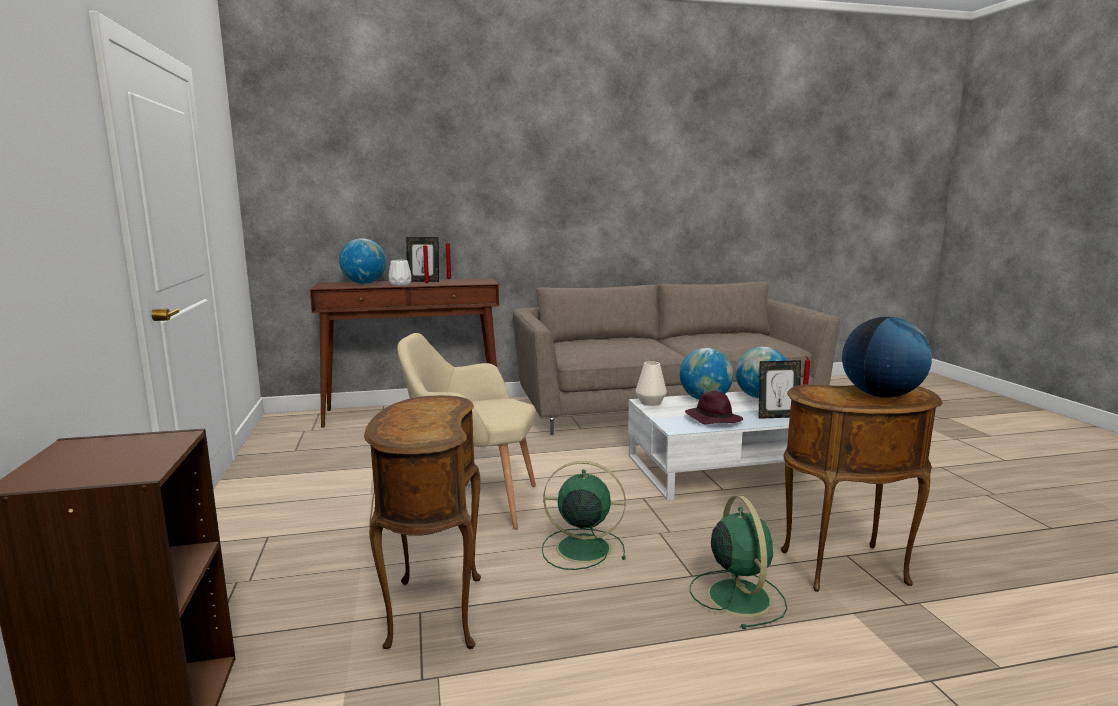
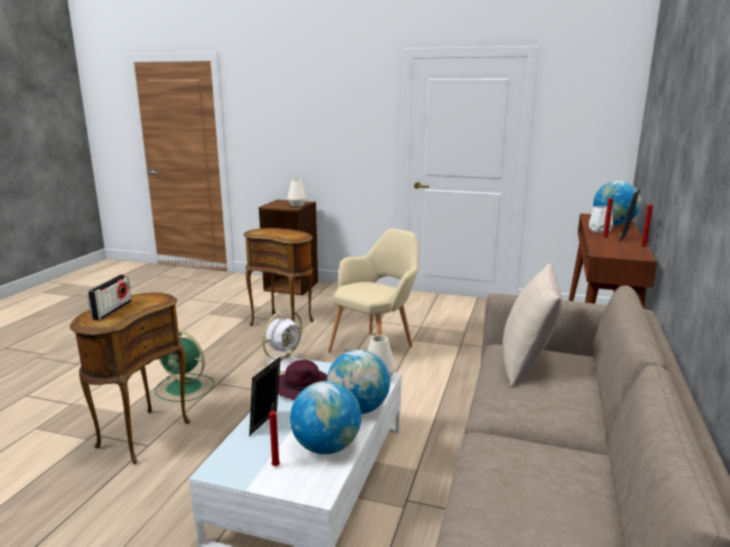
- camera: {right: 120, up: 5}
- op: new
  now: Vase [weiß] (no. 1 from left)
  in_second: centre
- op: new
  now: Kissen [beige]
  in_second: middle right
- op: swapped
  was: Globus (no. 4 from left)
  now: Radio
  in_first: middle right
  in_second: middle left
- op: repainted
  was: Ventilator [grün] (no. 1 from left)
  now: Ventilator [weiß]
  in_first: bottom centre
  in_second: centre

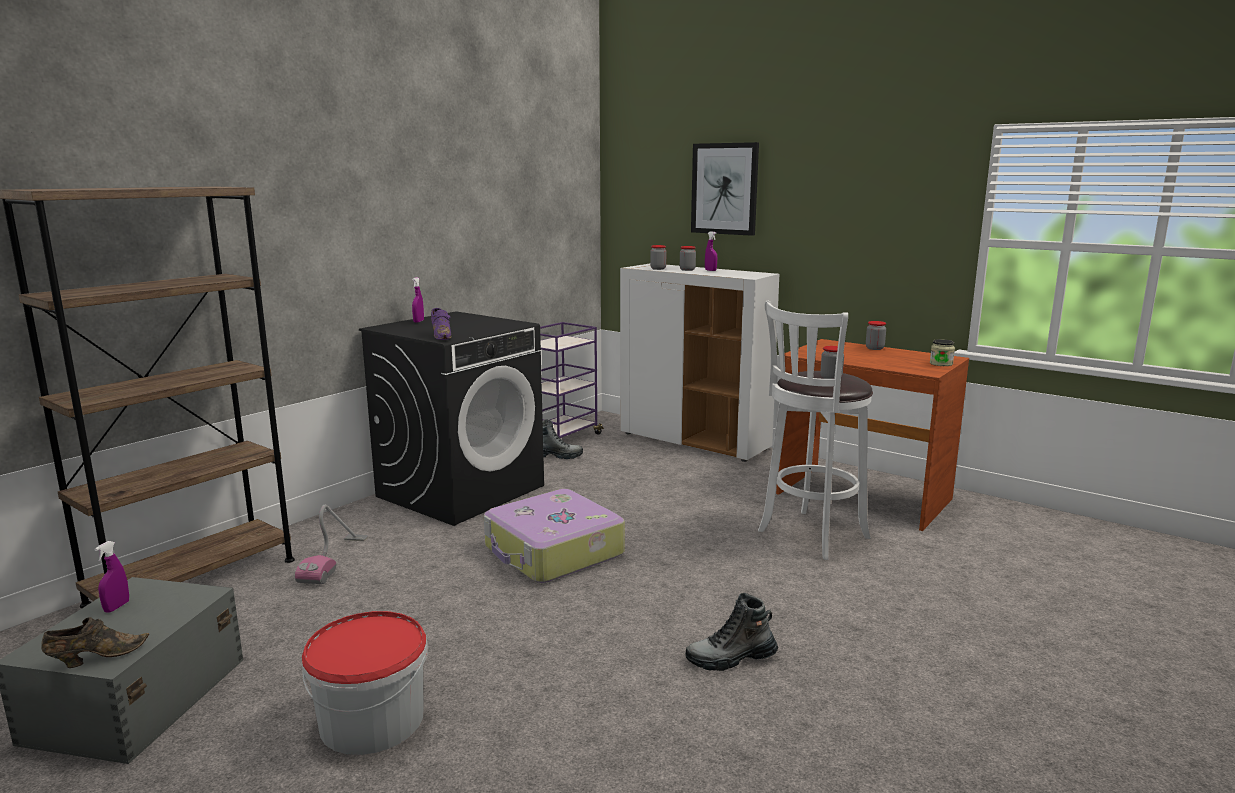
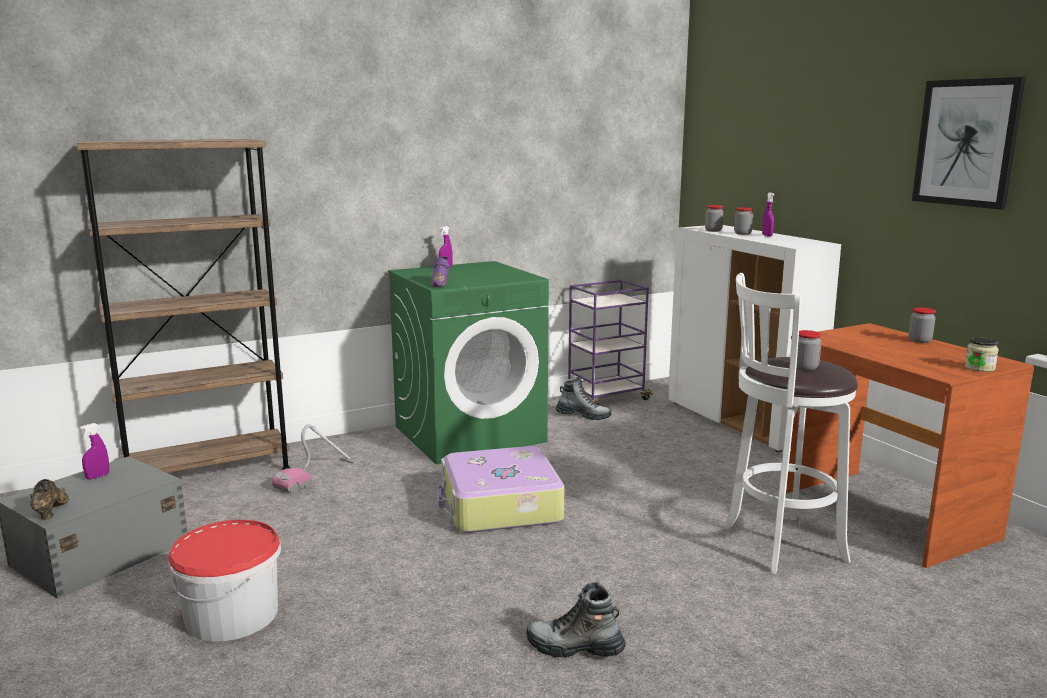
- camera: {right: 25, up: 0}
- op: shifted
  was: Bild
  in_first: top centre
  in_second: top right
- op: repainted
  was: Waschmaschine [schwarz]
  now: Waschmaschine [grün]
  in_first: centre
  in_second: centre
- op: rotated
  was: Schuh [braun]
  in_first: bottom left
  in_second: bottom left
  clockwise: -90

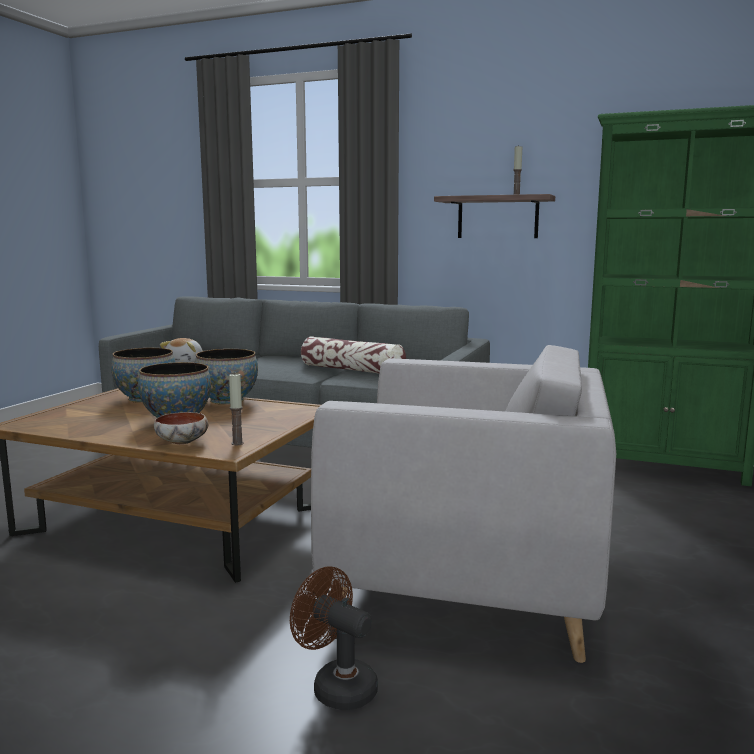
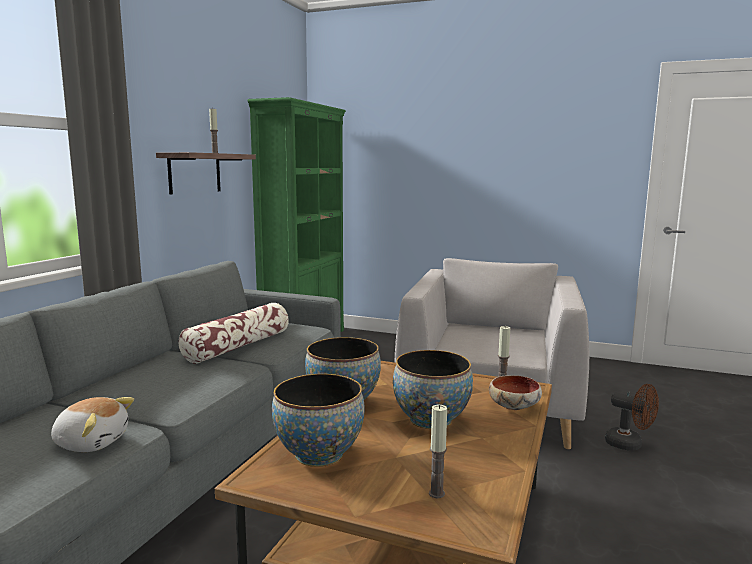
- camera: {right: -90, up: 0}
- op: new
  now: Kerze (no. 2 from left)
  in_second: bottom centre
- op: rotated
  was: Ventilator [braun]
  in_first: bottom centre
  in_second: bottom right
  clockwise: -90

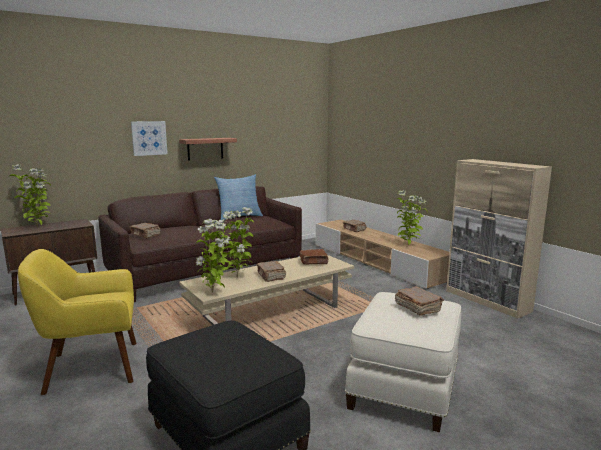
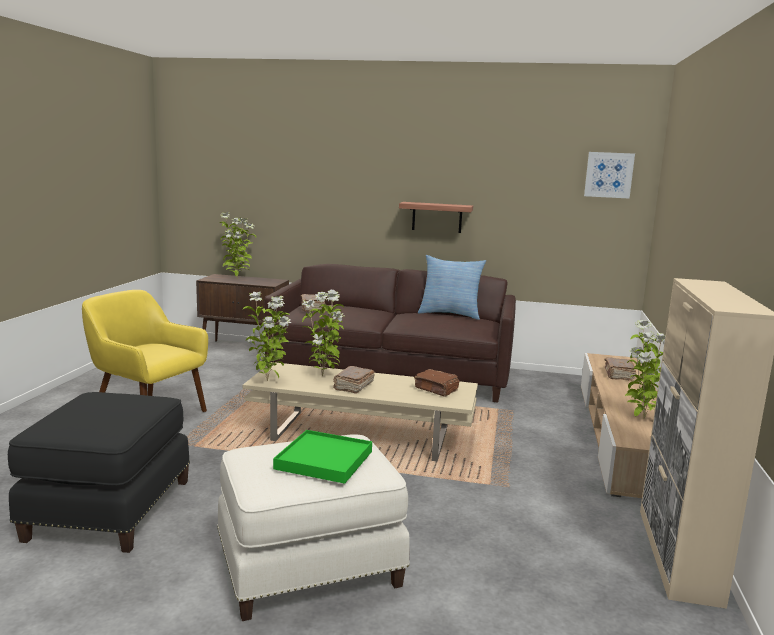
- camera: {right: 45, up: 0}
- op: shifted
  was: Bild
  in_first: top left
  in_second: top right
- op: swapped
  was: Buch [braun] (no. 5 from left)
  now: Tablett [grün]
  in_first: bottom right
  in_second: bottom centre

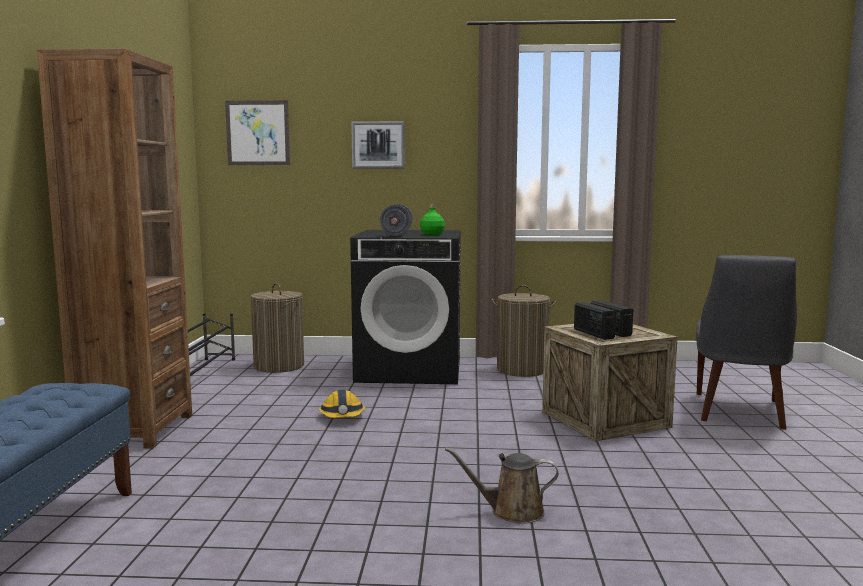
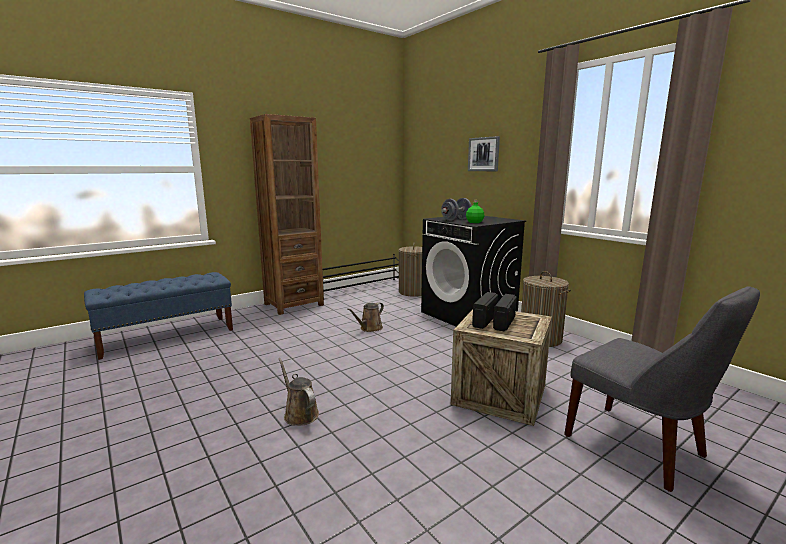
- camera: {right: 50, up: 5}
- op: gone
  was: Bild (no. 1 from left)
  in_first: top left
- op: swapped
  was: Schutzhelm
  now: Gießkanne [braun] (no. 2 from left)
  in_first: bottom centre
  in_second: centre
- op: rotated
  was: Stuhl [grau]
  in_first: middle right
  in_second: bottom right
  clockwise: -105

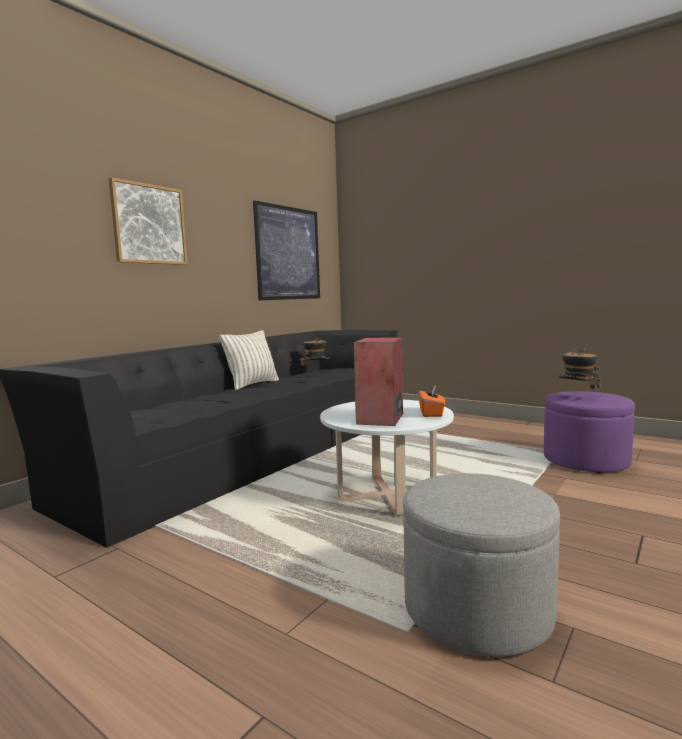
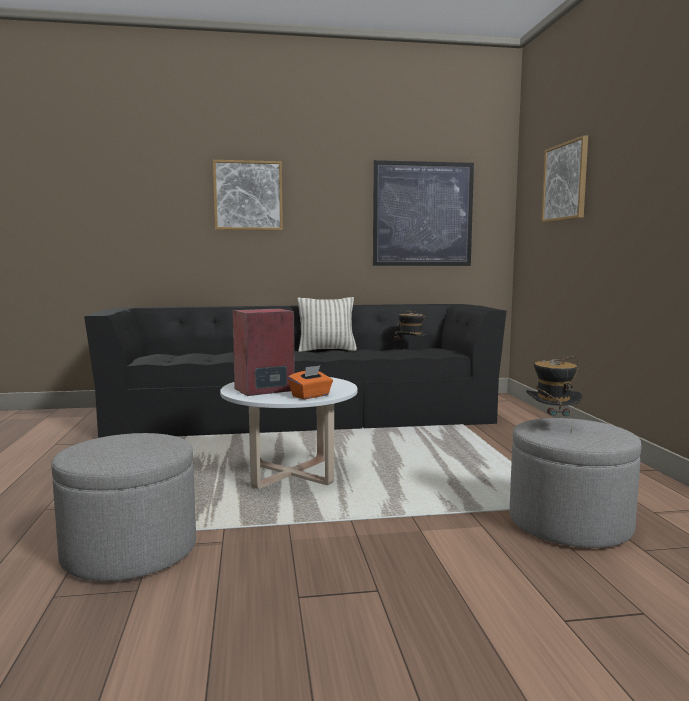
- camera: {right: 45, up: 0}
- op: new
  now: Bild (no. 3 from left)
  in_second: top right
- op: repainted
  was: Polsterhocker [lila]
  now: Polsterhocker [grau] (no. 2 from left)
  in_first: middle right
  in_second: bottom right

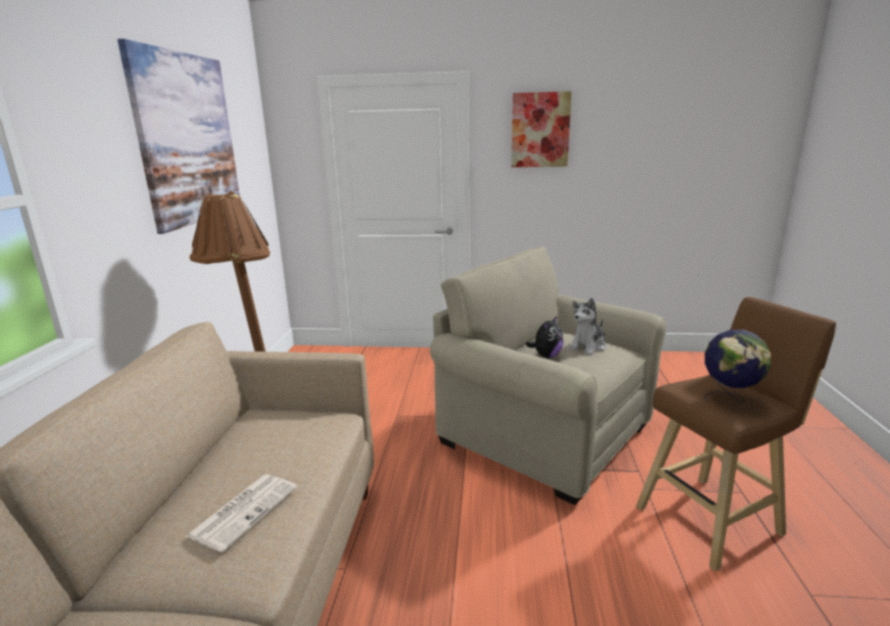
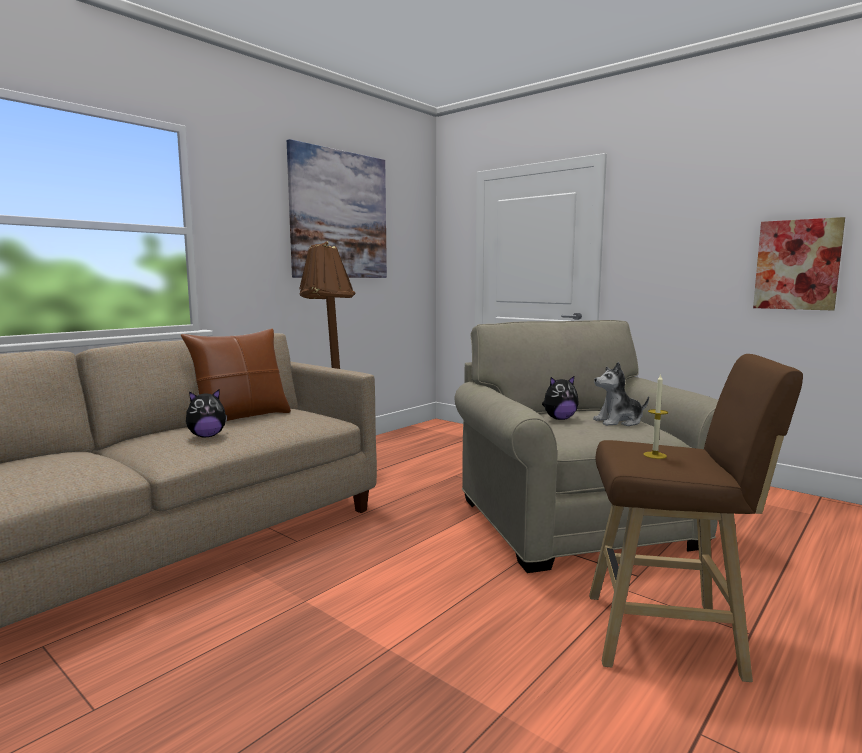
- camera: {right: 35, up: -10}
- op: new
  now: Kissen [braun]
  in_second: middle left
- op: shifted
  was: Bild (no. 2 from left)
  in_first: top centre
  in_second: middle right
- op: swapped
  was: Zeitung
  now: Plüschtier (no. 1 from left)
  in_first: bottom left
  in_second: middle left
- op: swapped
  was: Globus
  now: Kerze
  in_first: middle right
  in_second: middle right

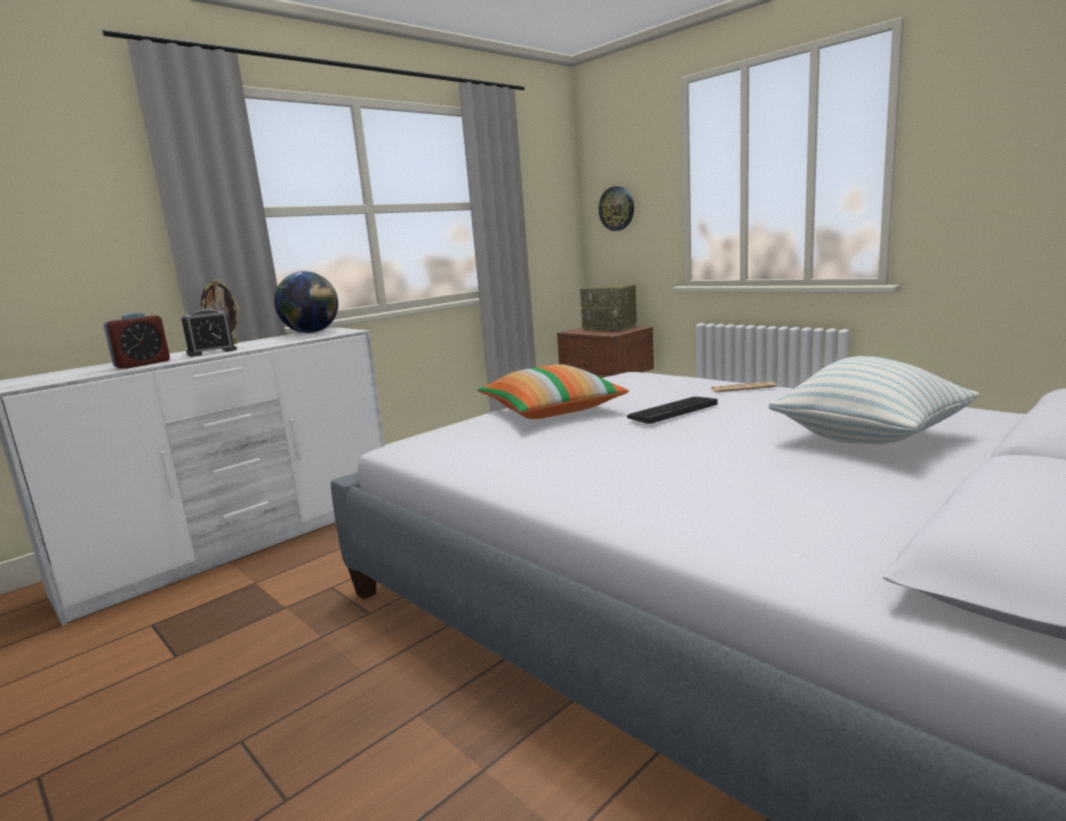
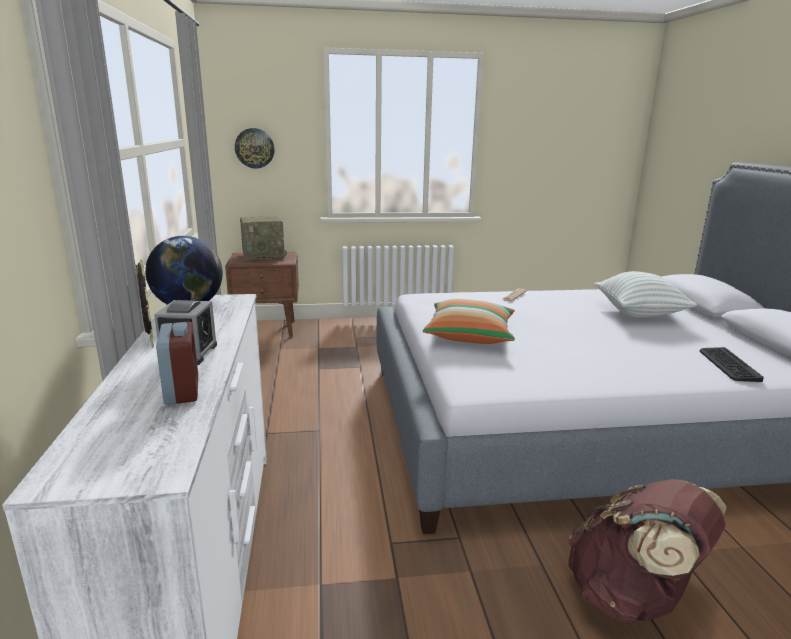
- camera: {right: -55, up: 5}
- op: new
  now: Rucksack [braun]
  in_second: bottom right
- op: shifted
  was: Tastatur
  in_first: centre
  in_second: middle right

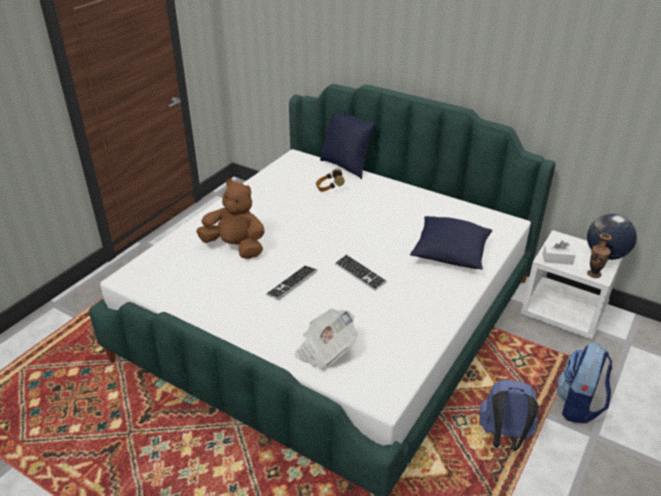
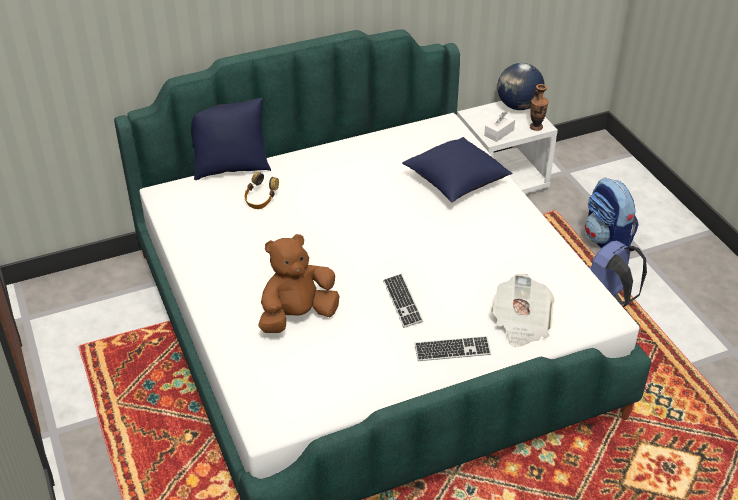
- camera: {right: -55, up: 5}
- op: shifted
  was: Tastatur (no. 2 from left)
  in_first: centre
  in_second: bottom centre

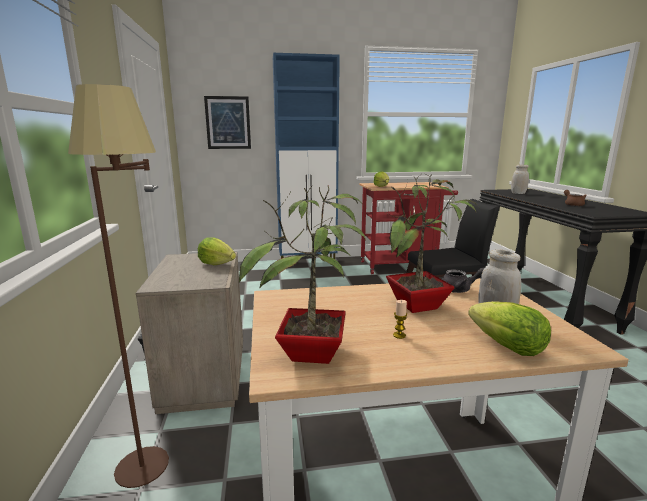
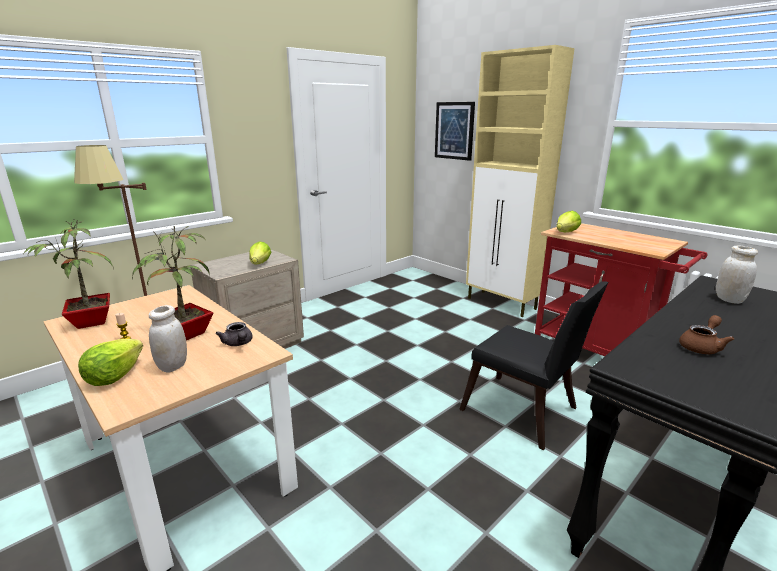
- camera: {right: 55, up: 5}
- op: repainted
  was: Schrank [blau]
  now: Schrank [beige]
  in_first: top centre
  in_second: top right

